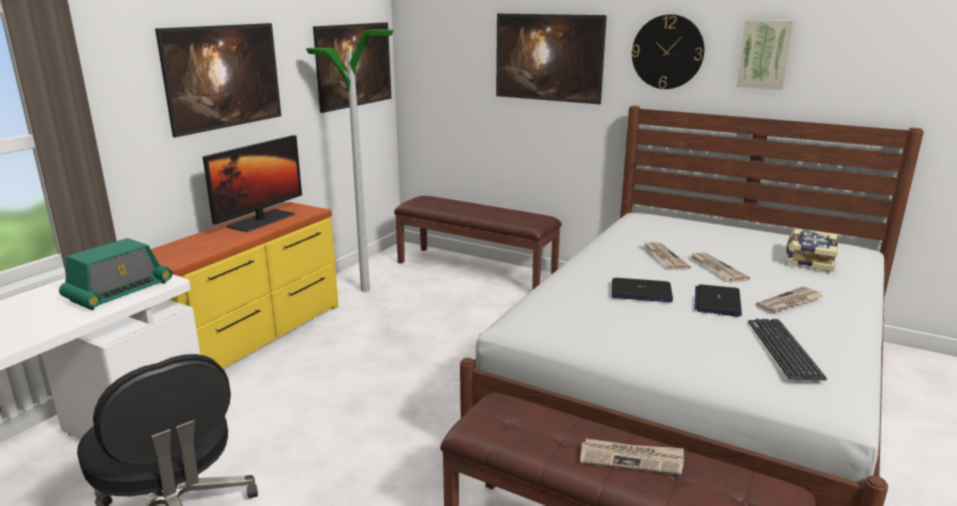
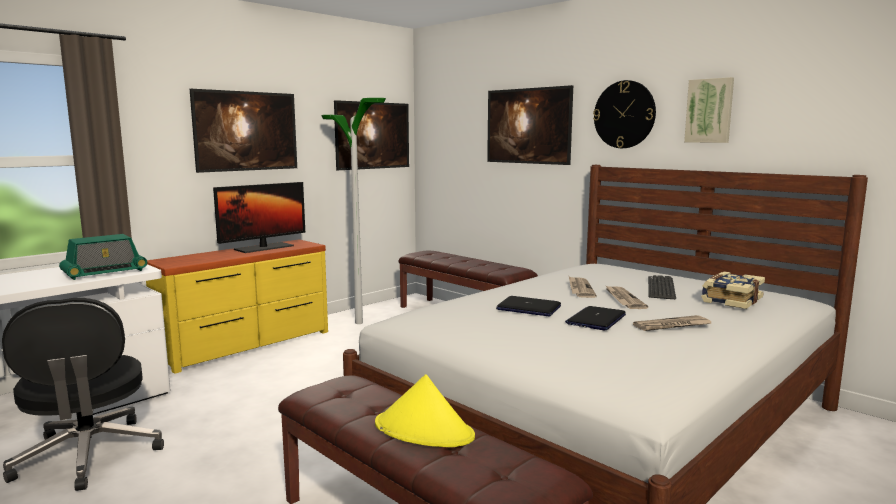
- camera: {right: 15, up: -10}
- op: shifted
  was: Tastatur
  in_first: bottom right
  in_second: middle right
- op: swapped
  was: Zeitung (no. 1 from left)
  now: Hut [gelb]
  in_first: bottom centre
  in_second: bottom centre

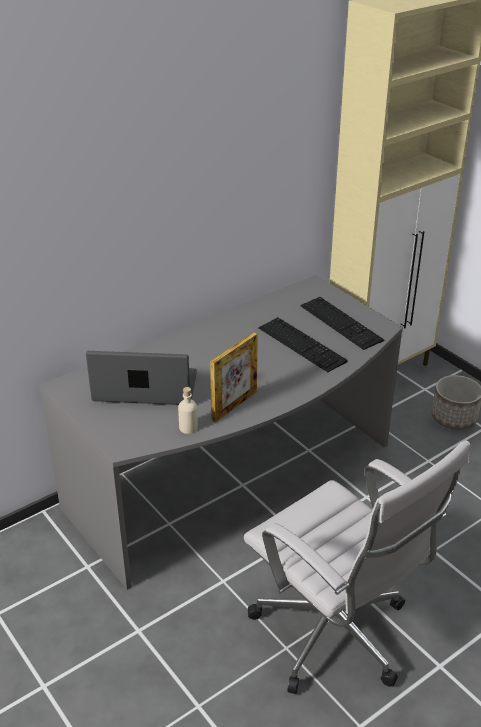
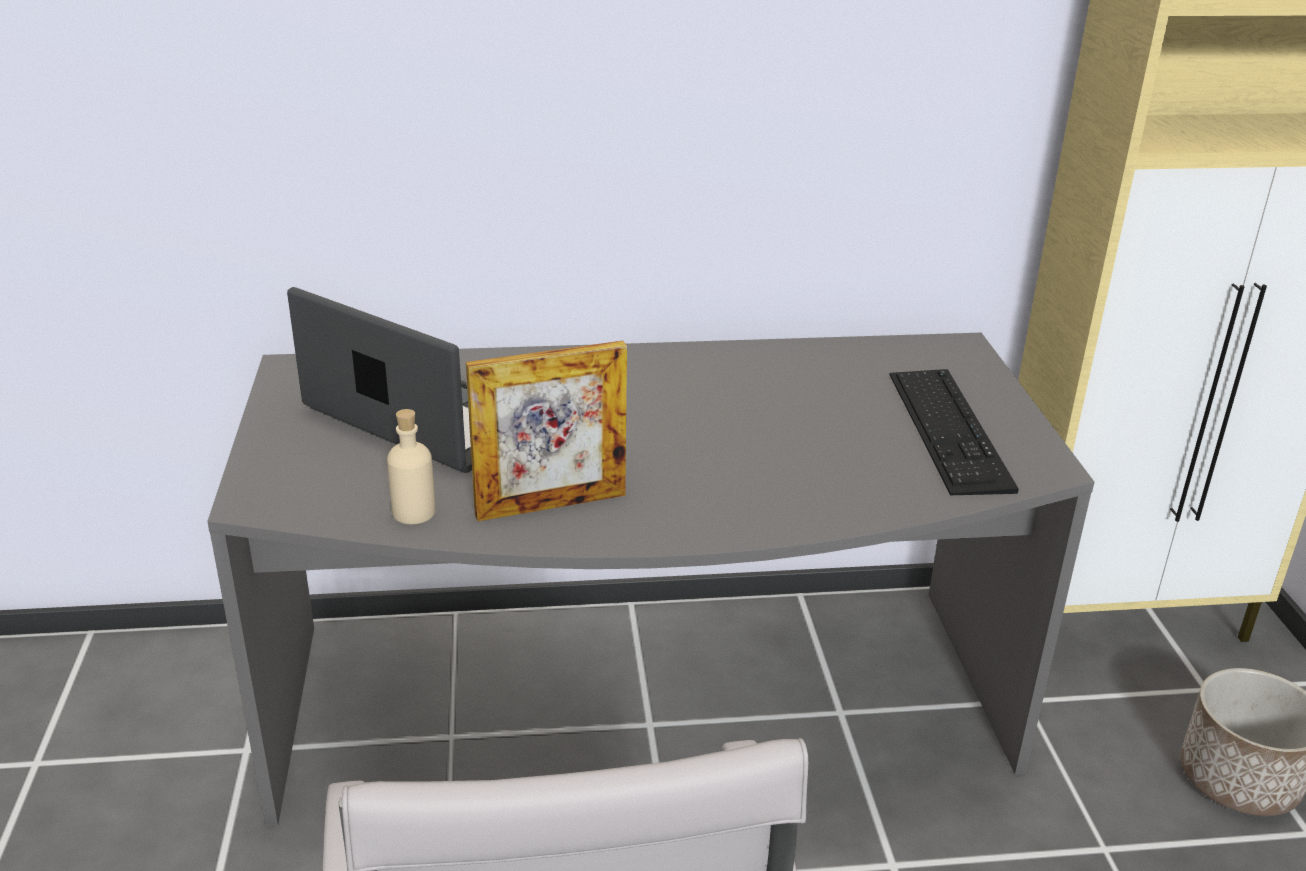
- camera: {right: 30, up: -5}
- op: gone
  was: Tastatur (no. 1 from left)
  in_first: centre

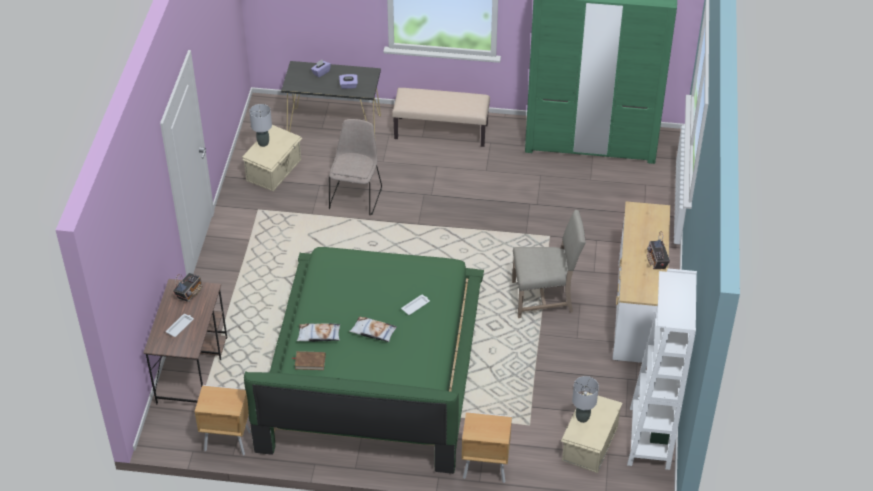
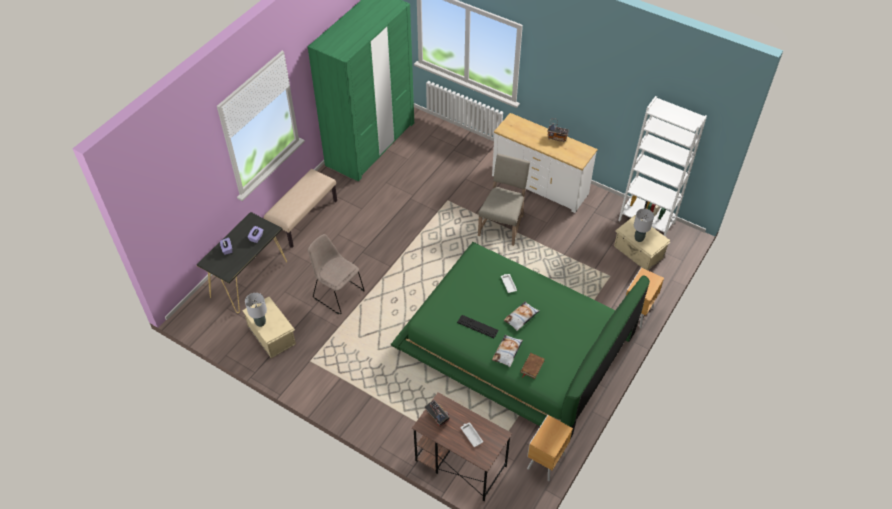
- camera: {right: -65, up: 5}
- op: new
  now: Tastatur
  in_second: centre

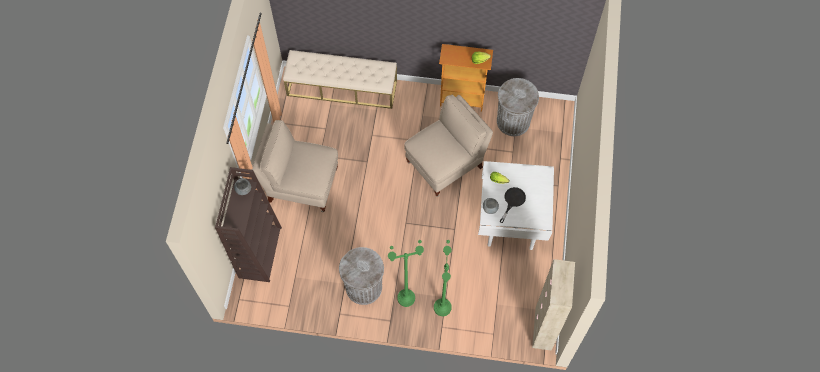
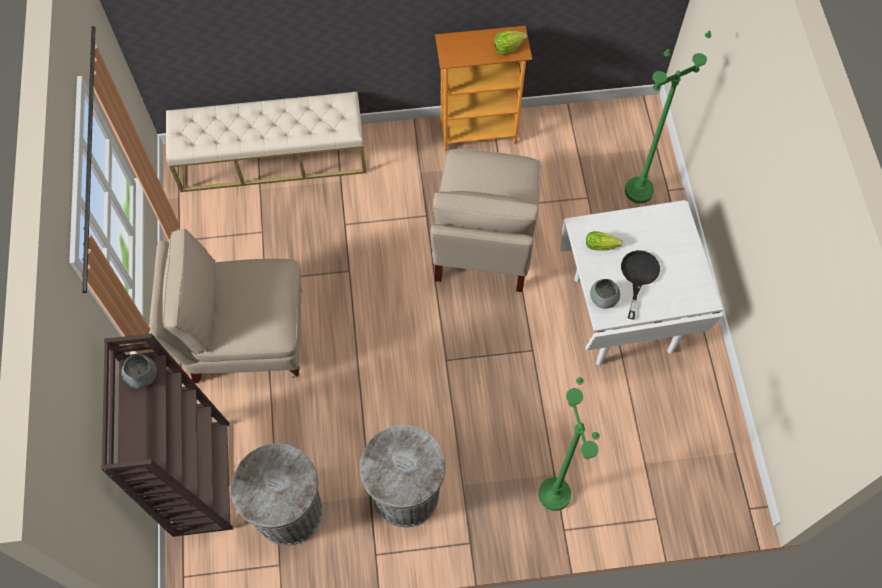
- camera: {right: -15, up: 0}
- op: gone
  was: Schrank [beige]
  in_first: bottom right
- op: shifted
  was: Stehlampe [grün] (no. 1 from left in the first image)
  now: Stehlampe [grün] (no. 2 from left)
  in_first: bottom centre
  in_second: top right
- op: shifted
  was: Mülleimer [grau] (no. 2 from left in the first image)
  now: Mülleimer [grau] (no. 1 from left)
  in_first: top centre
  in_second: bottom left
- op: rotated
  was: Stuhl [beige] (no. 2 from left)
  in_first: centre
  in_second: centre
  clockwise: 150

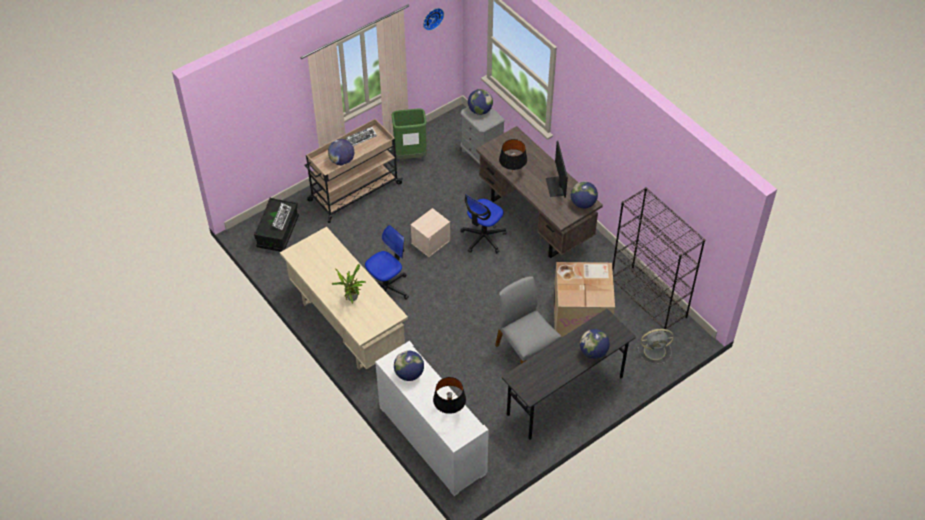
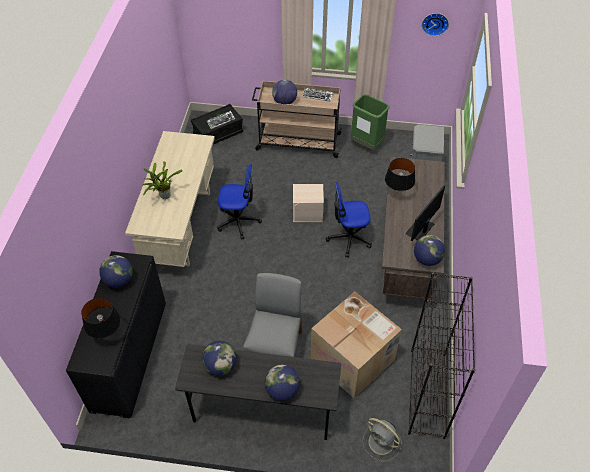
- camera: {right: 45, up: 0}
- op: shifted
  was: Globus (no. 3 from left in the first image)
  now: Globus (no. 2 from left)
  in_first: top centre
  in_second: bottom centre
- op: repainted
  was: Schrank [weiß]
  now: Schrank [schwarz]
  in_first: bottom centre
  in_second: bottom left

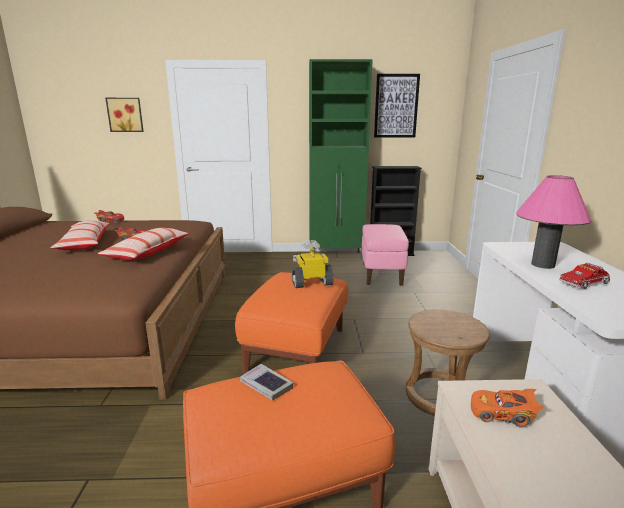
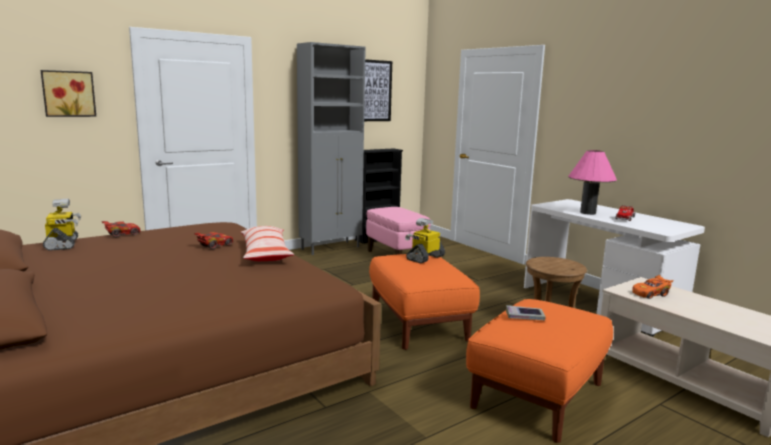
- camera: {right: -35, up: -5}
- op: gone
  was: Kissen (no. 1 from left)
  in_first: middle left
- op: new
  now: Spielzeugroboter (no. 1 from left)
  in_second: middle left
- op: repainted
  was: Schrank [grün]
  now: Schrank [grau]
  in_first: top centre
  in_second: top centre

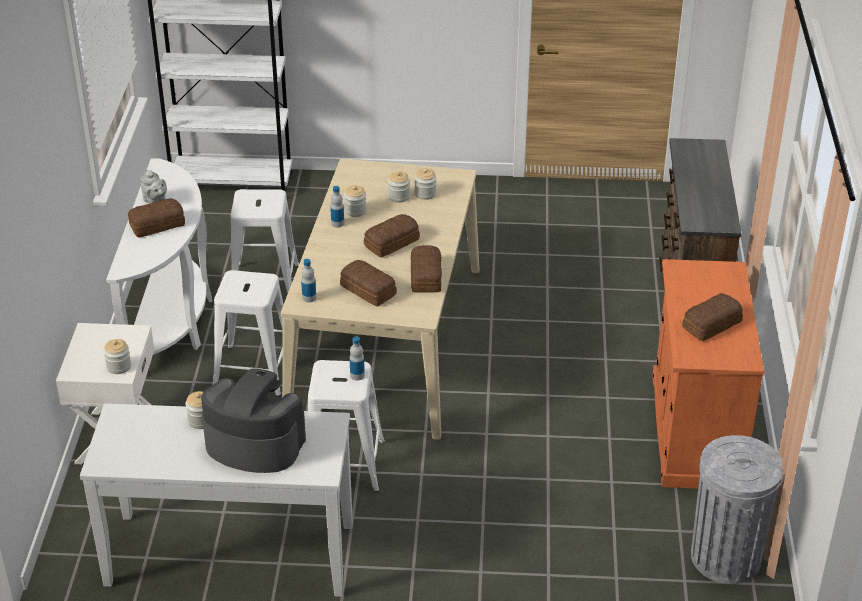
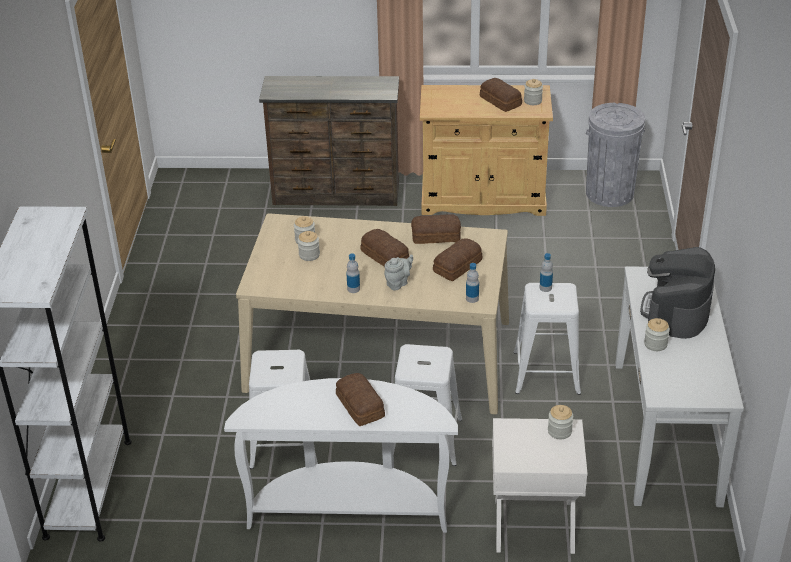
- camera: {right: -90, up: 0}
- op: shifted
  was: Teekanne [grau]
  in_first: top left
  in_second: centre
- op: shifted
  was: Vorratsglas (no. 3 from left)
  in_first: centre
  in_second: top right
- op: repainted
  was: Schrank [orange]
  now: Schrank [beige]
  in_first: middle right
  in_second: top centre

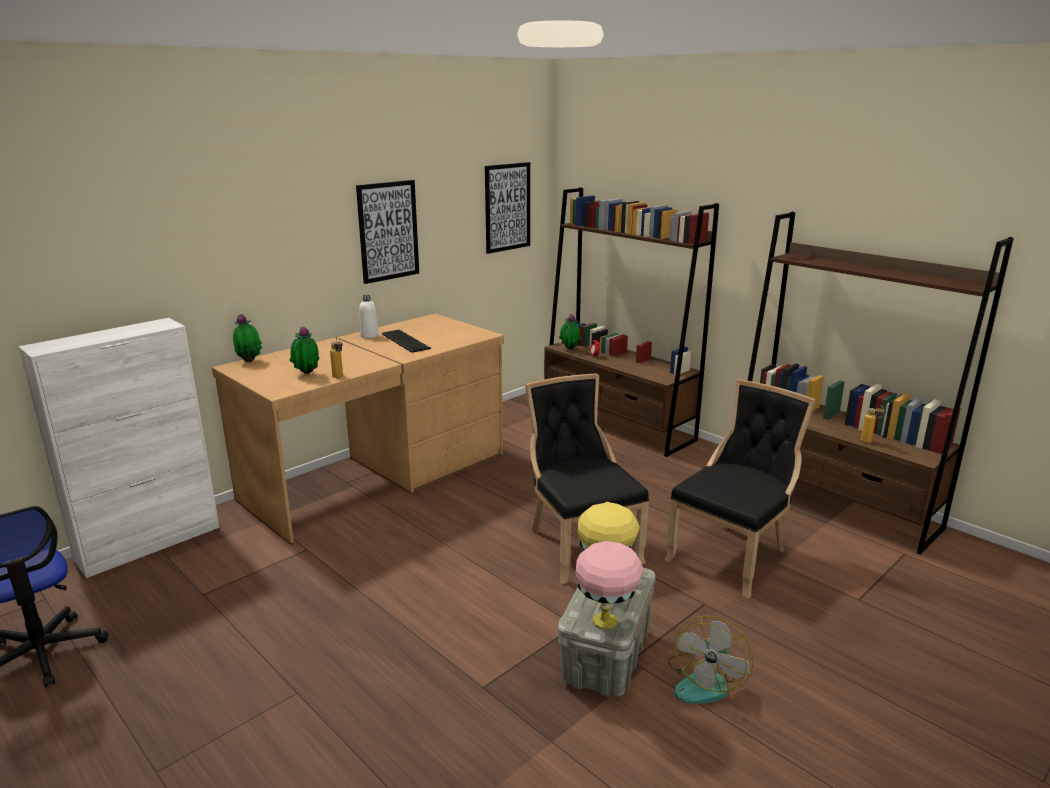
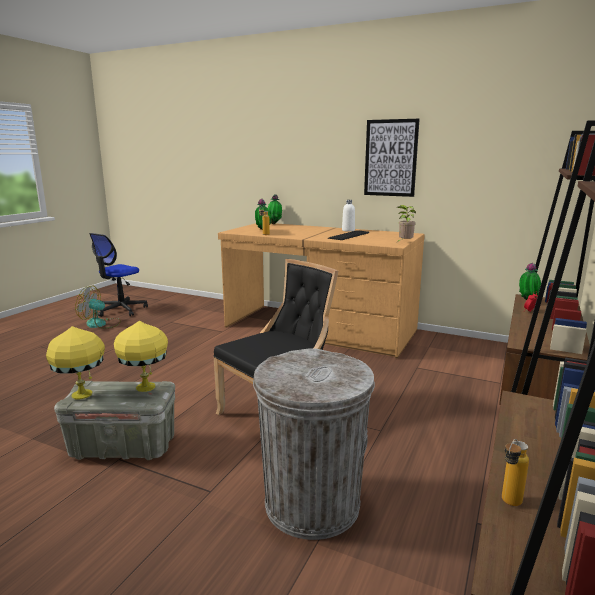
- camera: {right: 70, up: -5}
- op: gone
  was: Schrank [weiß]
  in_first: middle left
- op: gone
  was: Bild (no. 2 from left)
  in_first: top centre
- op: new
  now: Topfpflanze (no. 3 from left)
  in_second: middle right
- op: shifted
  was: Ventilator
  in_first: bottom right
  in_second: middle left
- op: swapped
  was: Stuhl [schwarz] (no. 2 from left)
  now: Mülleimer [grau]
  in_first: middle right
  in_second: bottom centre
- op: repainted
  was: Tischlampe [rosa]
  now: Tischlampe [gelb] (no. 1 from left)
  in_first: bottom centre
  in_second: middle left

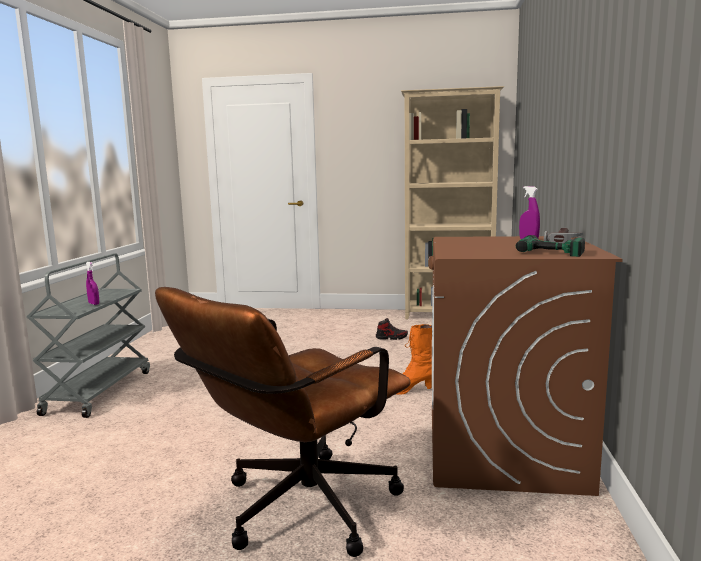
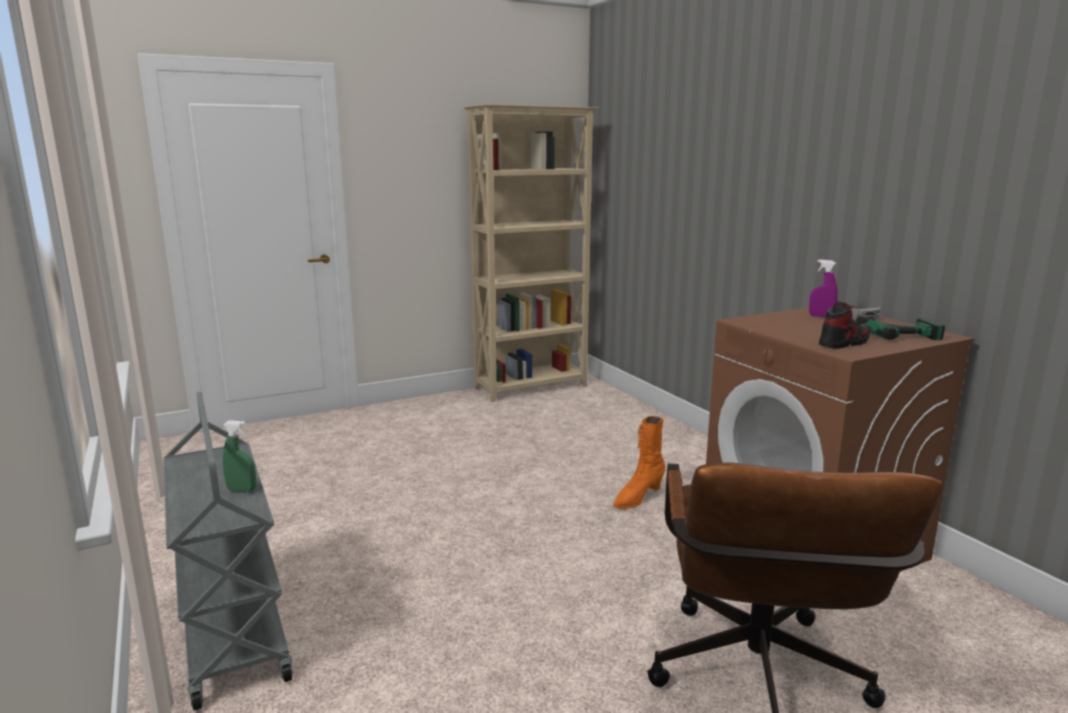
- camera: {right: -35, up: 5}
- op: shifted
  was: Schuh
  in_first: centre
  in_second: middle right
- op: repainted
  was: Sprühflasche [lila] (no. 1 from left)
  now: Sprühflasche [grün]
  in_first: middle left
  in_second: middle left

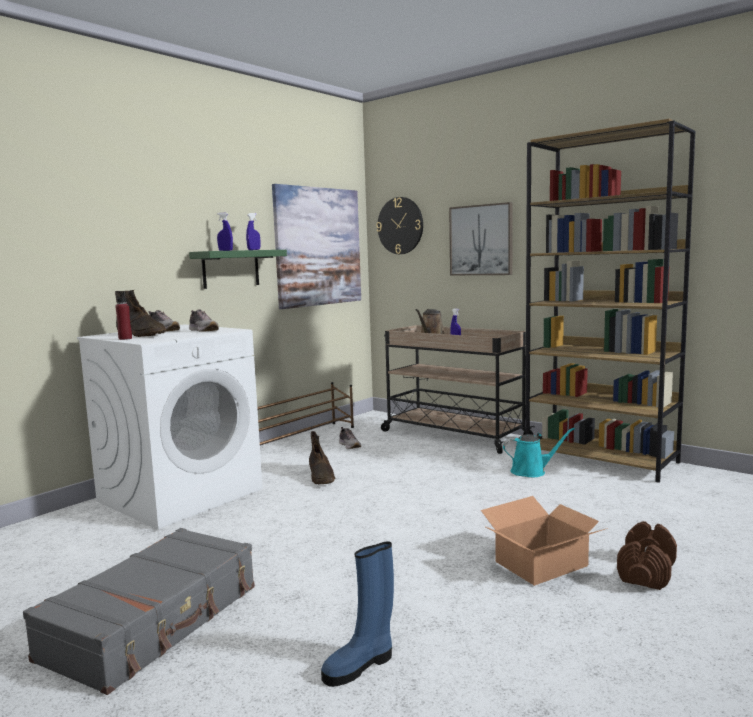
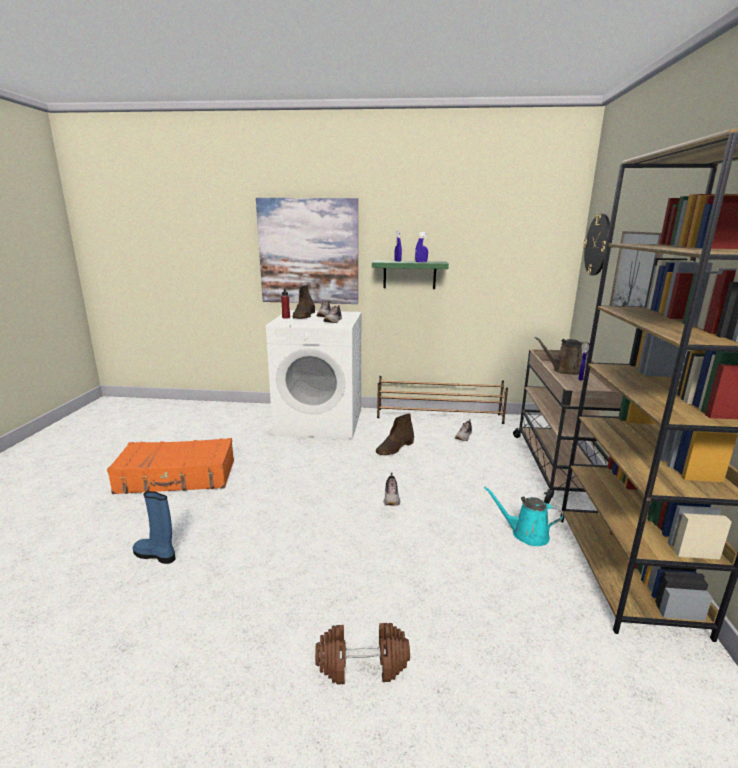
- camera: {right: 55, up: 10}
- op: gone
  was: Karton
  in_first: bottom right
- op: new
  now: Schuh (no. 3 from left)
  in_second: centre
- op: shifted
  was: Bild (no. 1 from left)
  in_first: centre
  in_second: top centre
- op: repainted
  was: Koffer [grau]
  now: Koffer [orange]
  in_first: bottom left
  in_second: middle left
- op: rotated
  was: Gießkanne [türkis]
  in_first: middle right
  in_second: bottom right
  clockwise: 150

